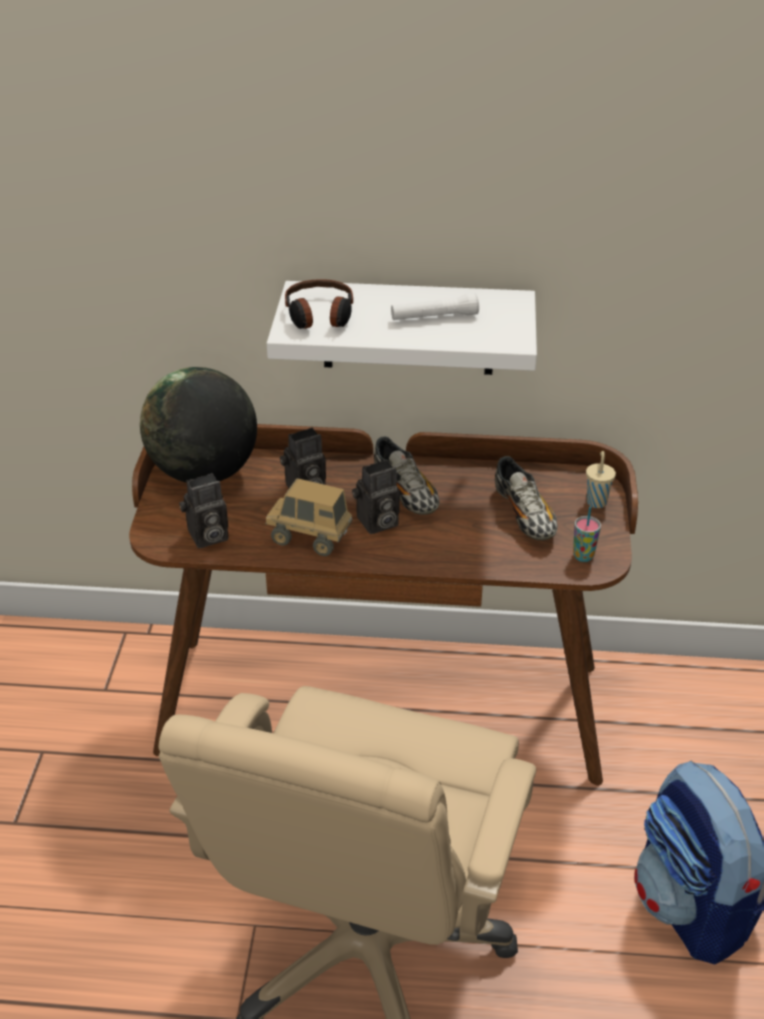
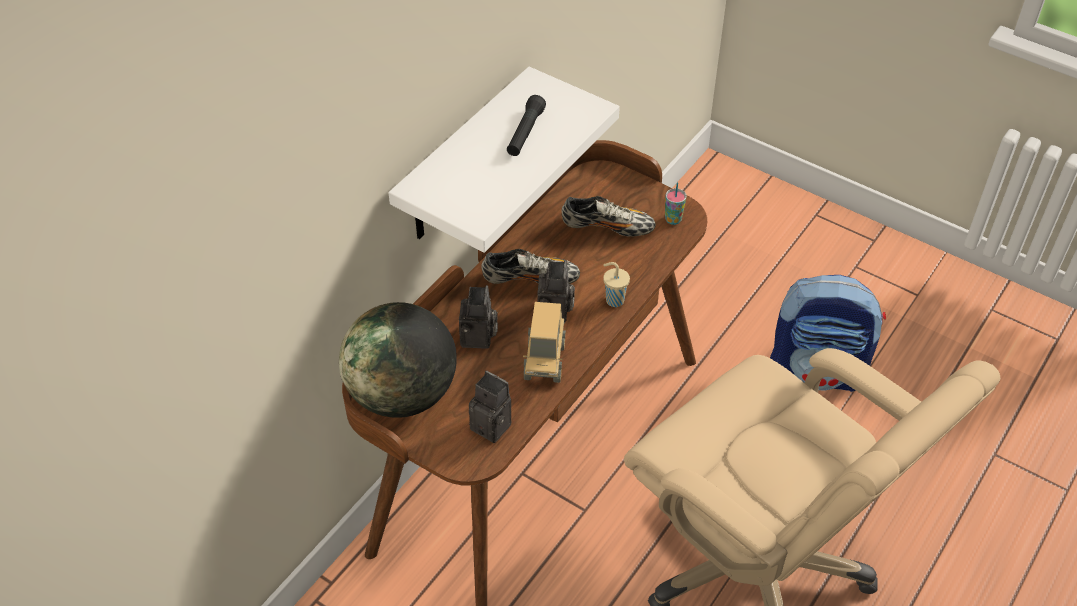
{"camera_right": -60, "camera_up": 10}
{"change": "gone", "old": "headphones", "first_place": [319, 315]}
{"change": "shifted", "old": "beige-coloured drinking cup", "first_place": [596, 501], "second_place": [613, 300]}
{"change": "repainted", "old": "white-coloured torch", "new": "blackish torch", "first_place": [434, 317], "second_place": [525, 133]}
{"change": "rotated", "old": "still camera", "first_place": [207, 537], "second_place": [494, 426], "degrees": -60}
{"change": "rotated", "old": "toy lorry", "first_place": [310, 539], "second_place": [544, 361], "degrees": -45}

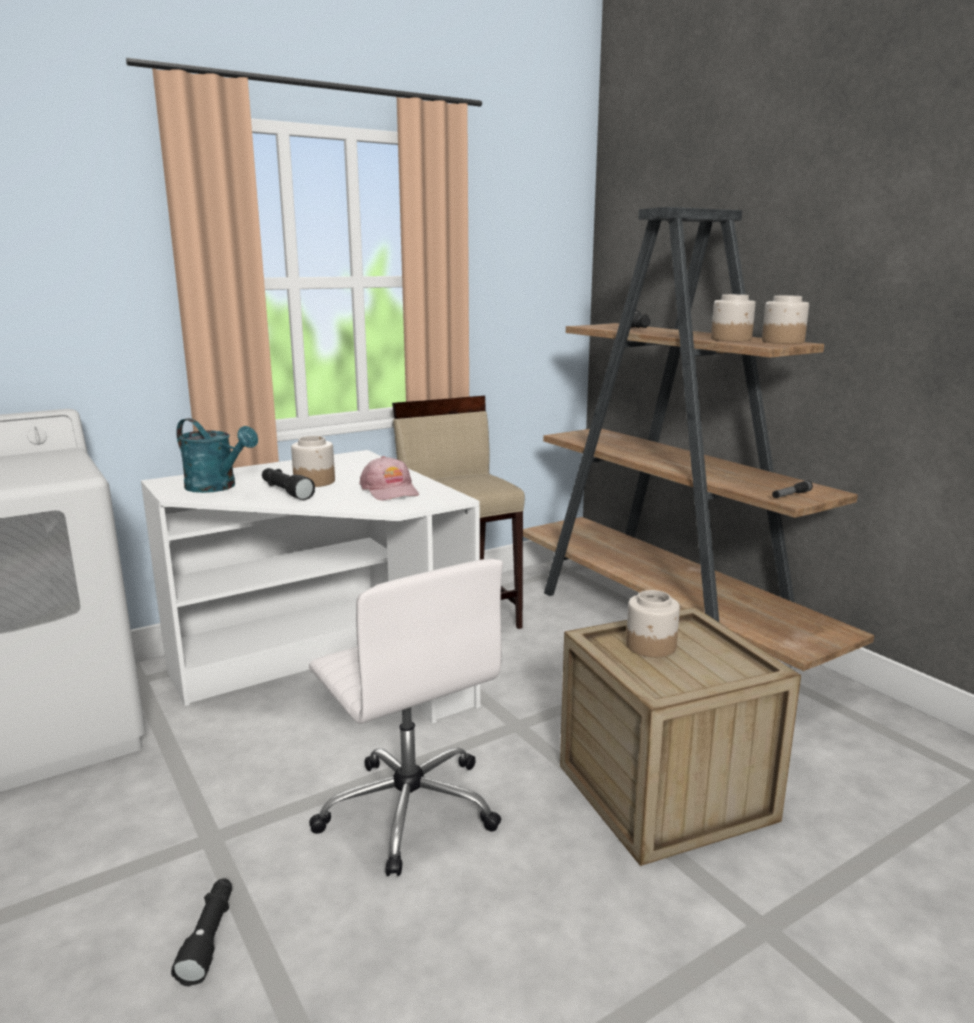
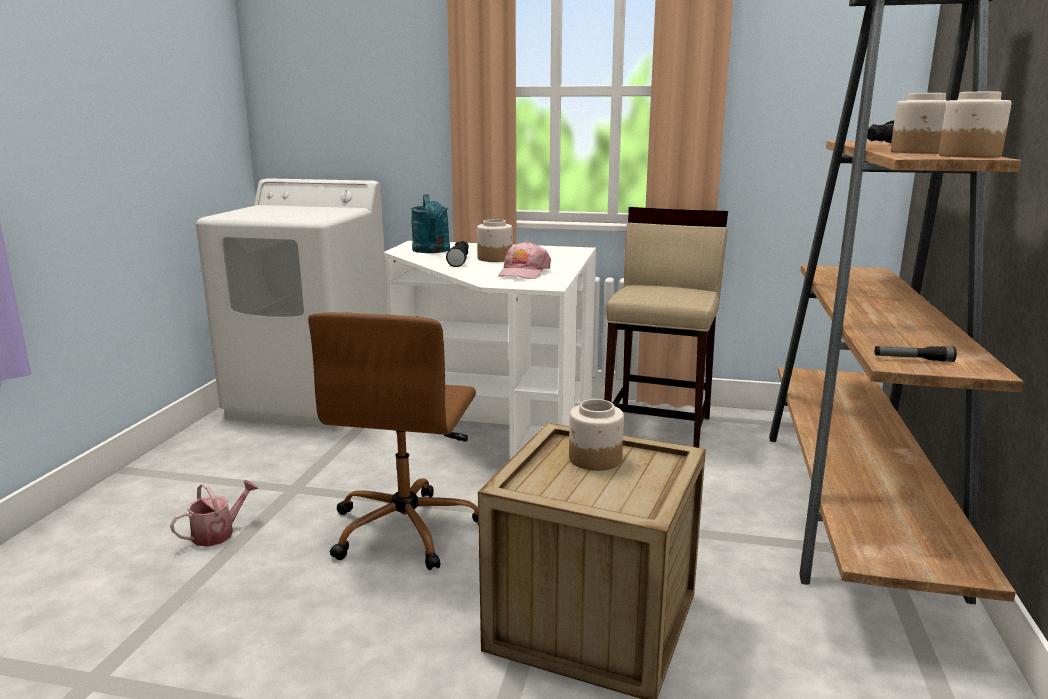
{"camera_right": 45, "camera_up": 0}
{"change": "swapped", "old": "blackish torch", "new": "sprinkling can", "first_place": [209, 938], "second_place": [218, 533]}
{"change": "repainted", "old": "white-coloured office chair", "new": "brownish office chair", "first_place": [408, 808], "second_place": [407, 529]}

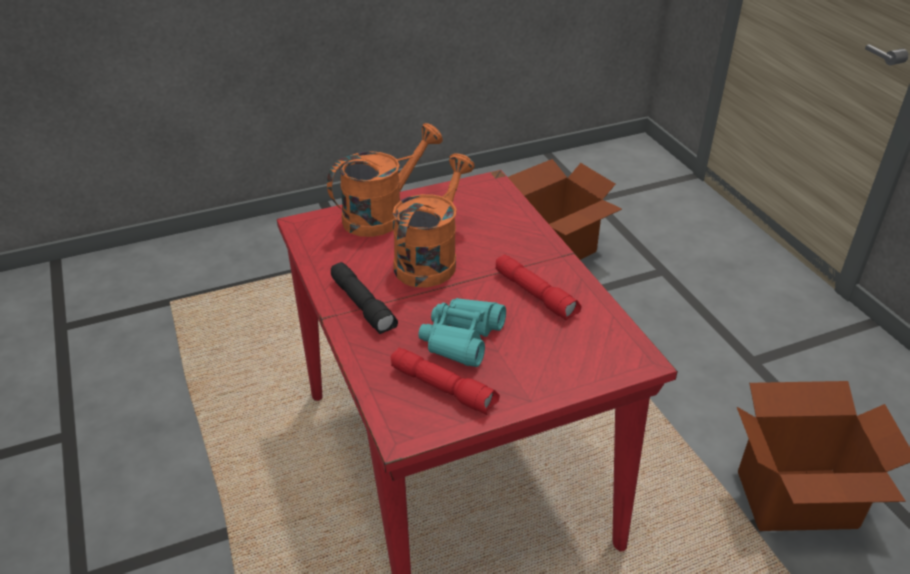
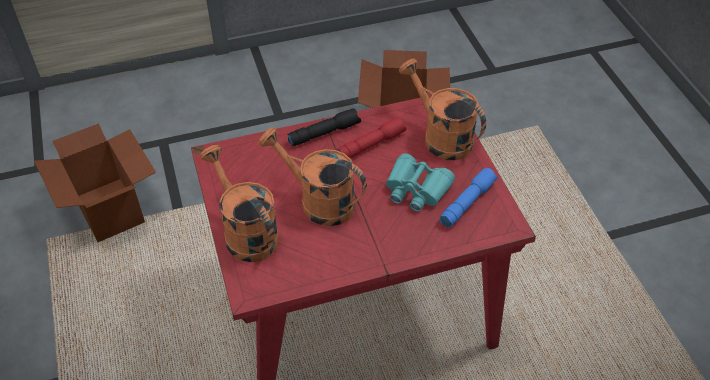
{"camera_right": -85, "camera_up": 10}
{"change": "new", "new": "orange-coloured sprinkling can", "second_place": [441, 137]}
{"change": "shifted", "old": "blackish torch", "first_place": [364, 305], "second_place": [324, 132]}
{"change": "repainted", "old": "red torch", "new": "bluish torch", "first_place": [444, 388], "second_place": [467, 202]}

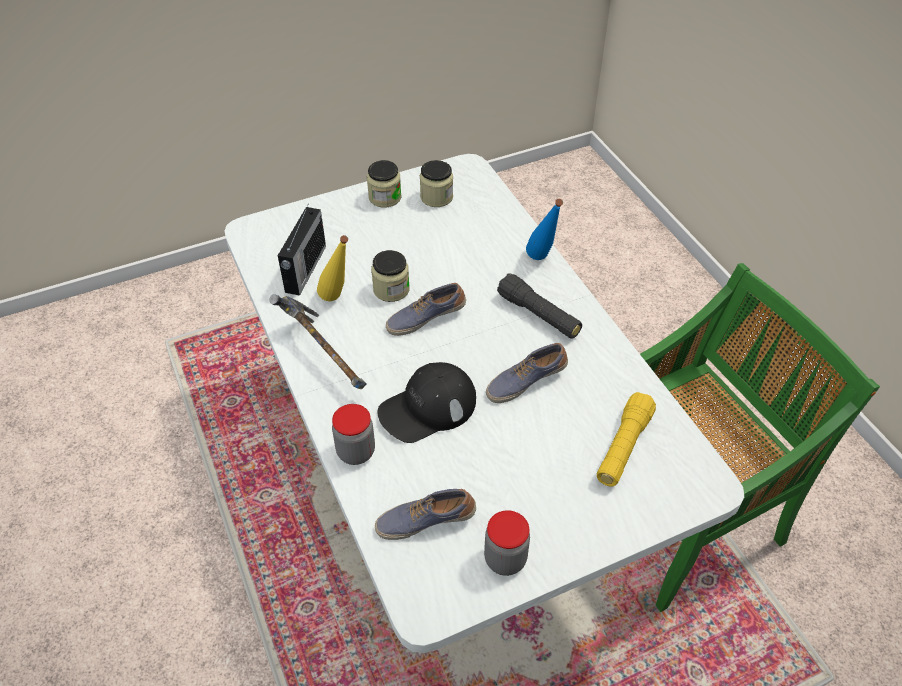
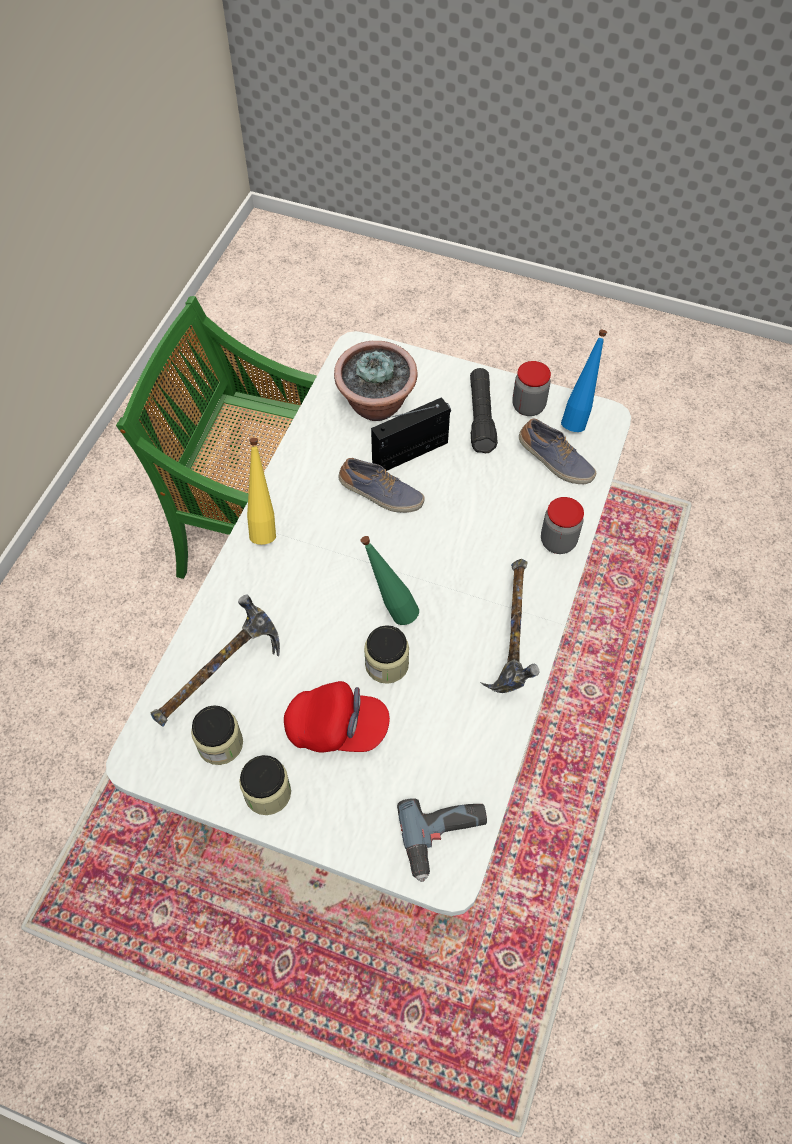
{"camera_right": -135, "camera_up": 10}
{"change": "gone", "old": "blackish baseball cap", "first_place": [427, 408]}
{"change": "new", "new": "hammer", "second_place": [221, 677]}
{"change": "new", "new": "red baseball cap", "second_place": [337, 728]}
{"change": "new", "new": "drill", "second_place": [445, 839]}
{"change": "shifted", "old": "radio set", "first_place": [305, 270], "second_place": [411, 452]}
{"change": "shifted", "old": "yellowish drink bottle", "first_place": [338, 301], "second_place": [264, 526]}
{"change": "shifted", "old": "blackish torch", "first_place": [538, 315], "second_place": [481, 417]}
{"change": "shifted", "old": "bluish drink bottle", "first_place": [542, 262], "second_place": [577, 418]}
{"change": "swapped", "old": "shoe", "new": "green drink bottle", "first_place": [425, 318], "second_place": [390, 609]}
{"change": "swapped", "old": "yellowish torch", "new": "potted plant", "first_place": [623, 447], "second_place": [376, 406]}

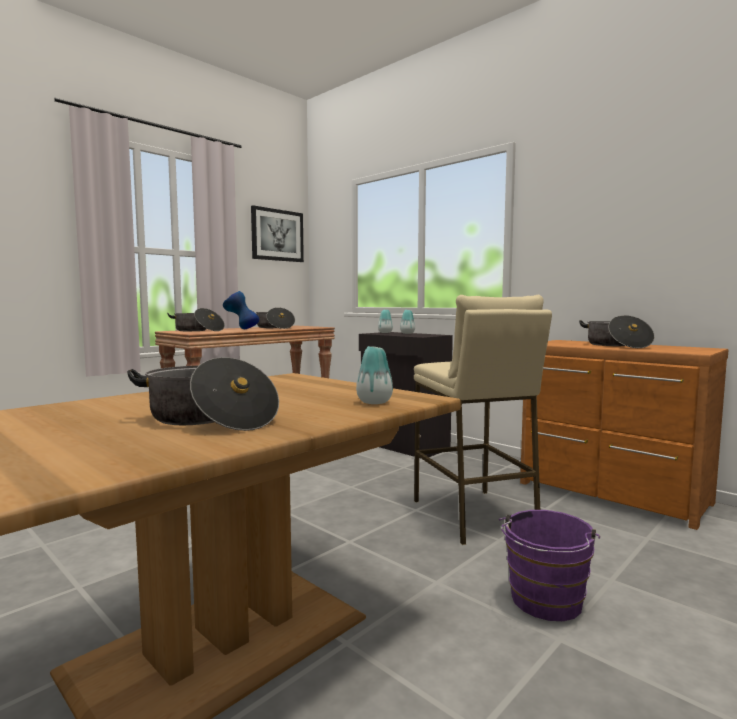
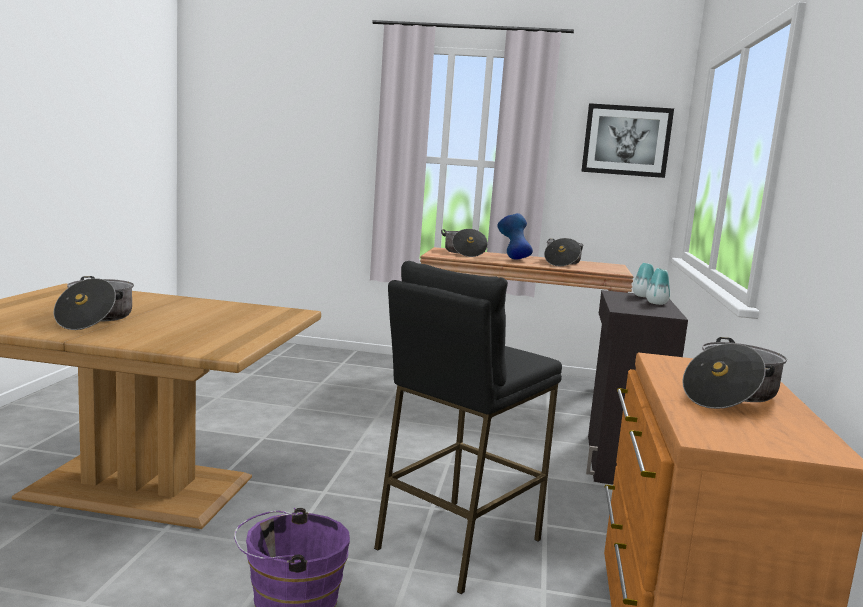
{"camera_right": 55, "camera_up": 5}
{"change": "gone", "old": "decorative vase", "first_place": [374, 402]}
{"change": "repainted", "old": "beige-coloured stool seat", "new": "blackish stool seat", "first_place": [473, 516], "second_place": [456, 543]}

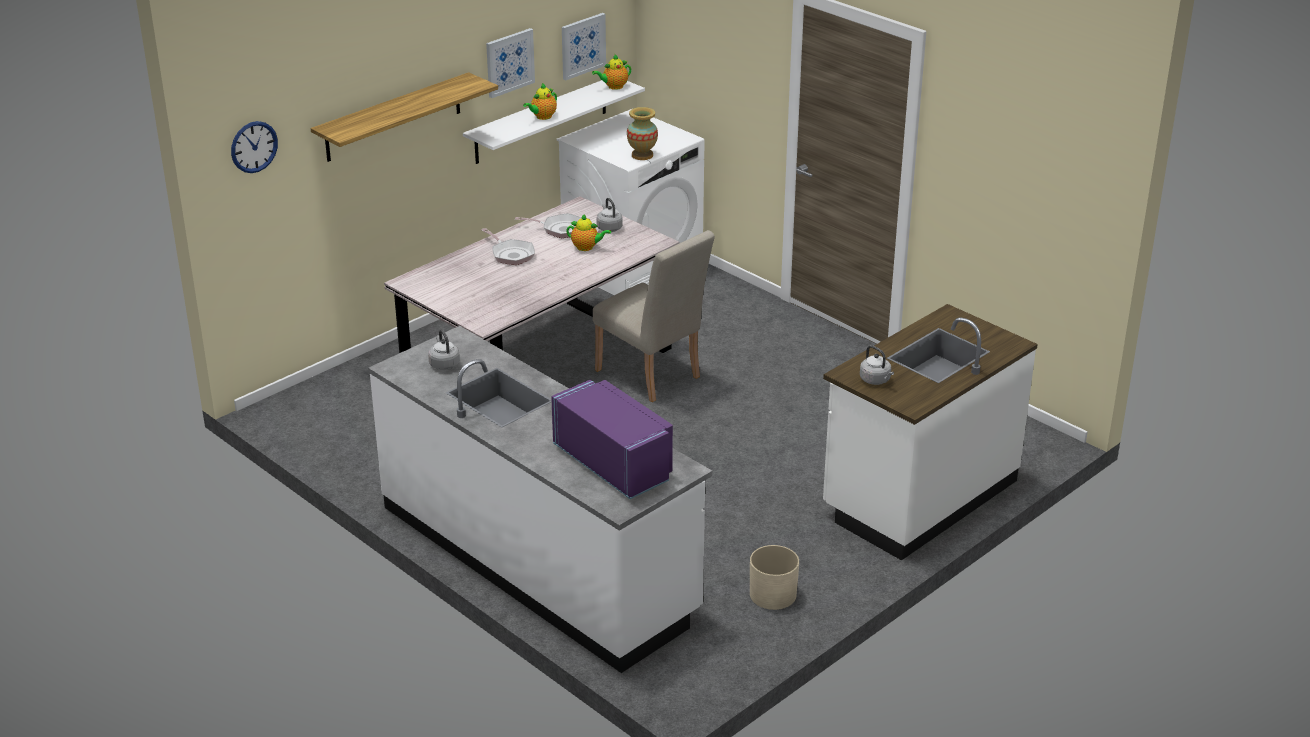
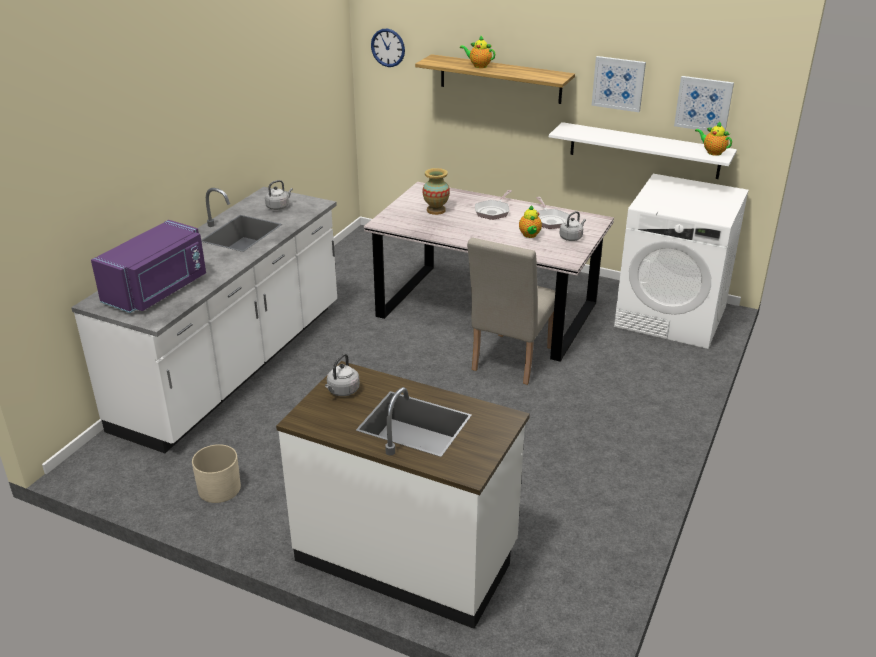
{"camera_right": 70, "camera_up": 0}
{"change": "shifted", "old": "tea pot", "first_place": [542, 117], "second_place": [478, 66]}
{"change": "shifted", "old": "decorative vase", "first_place": [642, 155], "second_place": [436, 210]}

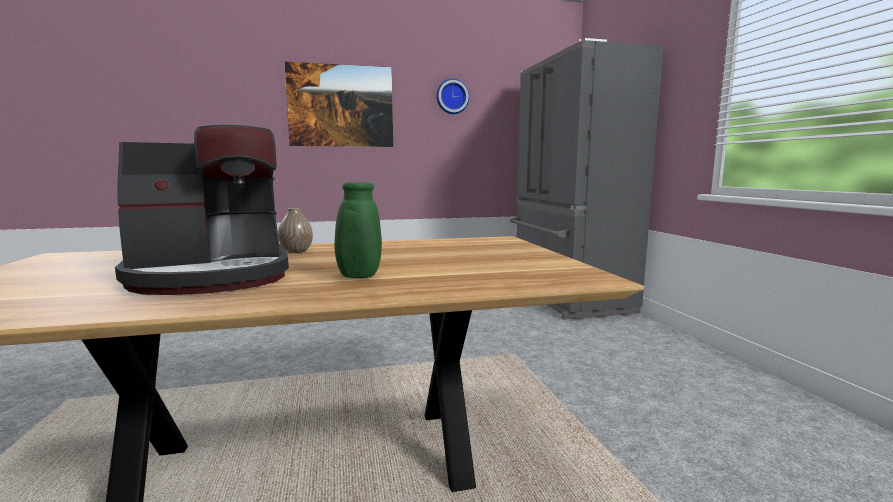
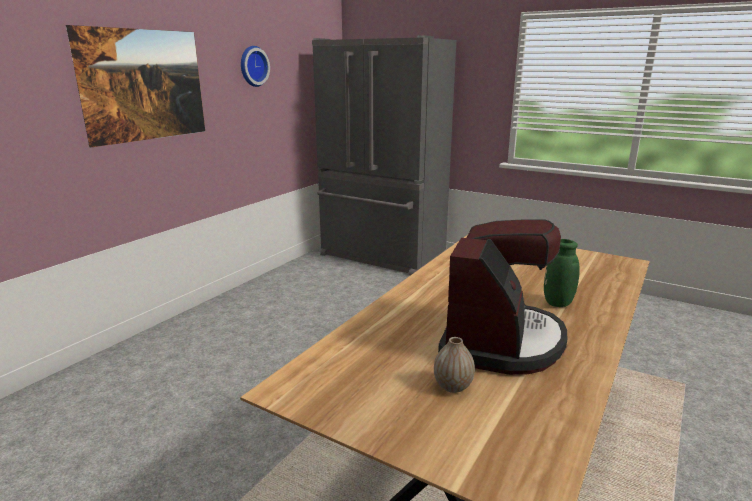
{"camera_right": -45, "camera_up": 10}
{"change": "shifted", "old": "decorative vase", "first_place": [296, 251], "second_place": [452, 386]}

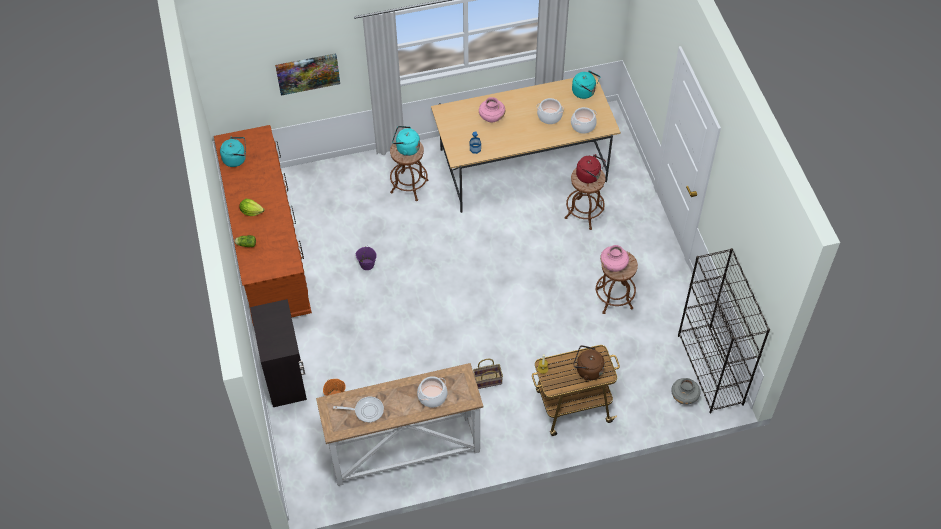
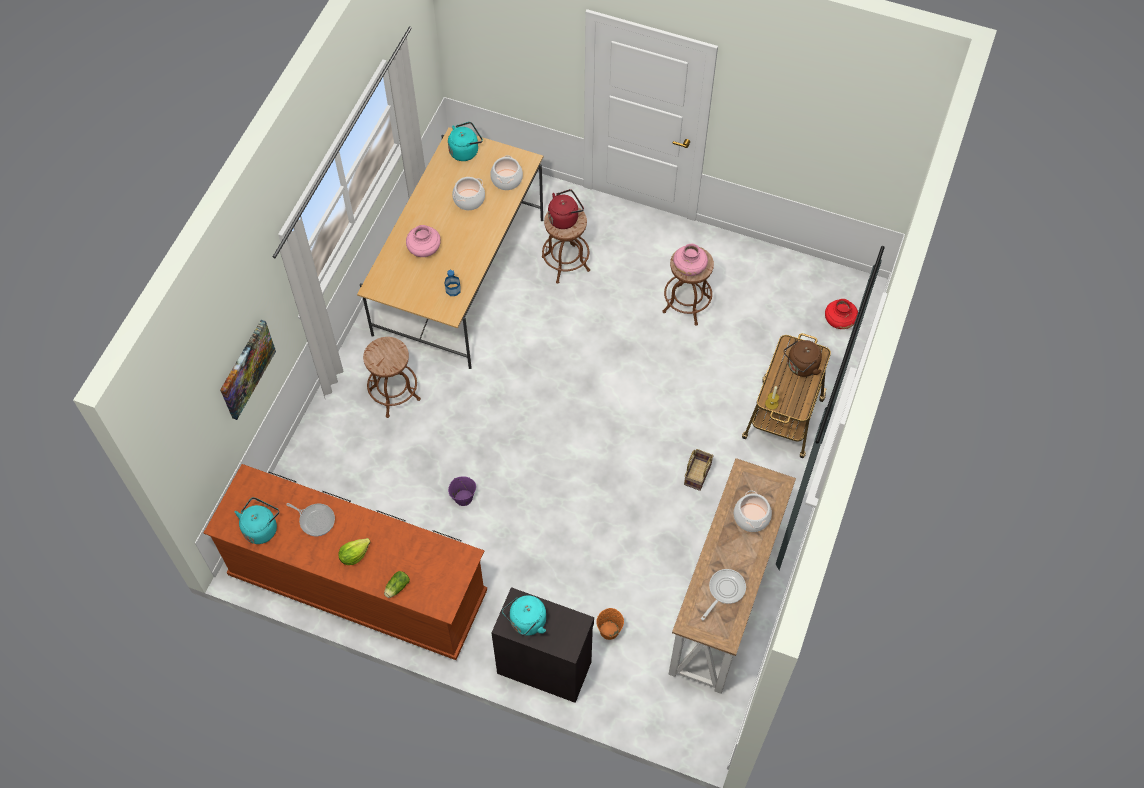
{"camera_right": -55, "camera_up": 5}
{"change": "gone", "old": "blackish bookshelf", "first_place": [710, 370]}
{"change": "new", "new": "skillet", "second_place": [315, 520]}
{"change": "shifted", "old": "turquoise tea kettle", "first_place": [406, 148], "second_place": [526, 623]}
{"change": "repainted", "old": "grey decorative vase", "new": "red decorative vase", "first_place": [684, 396], "second_place": [839, 321]}

